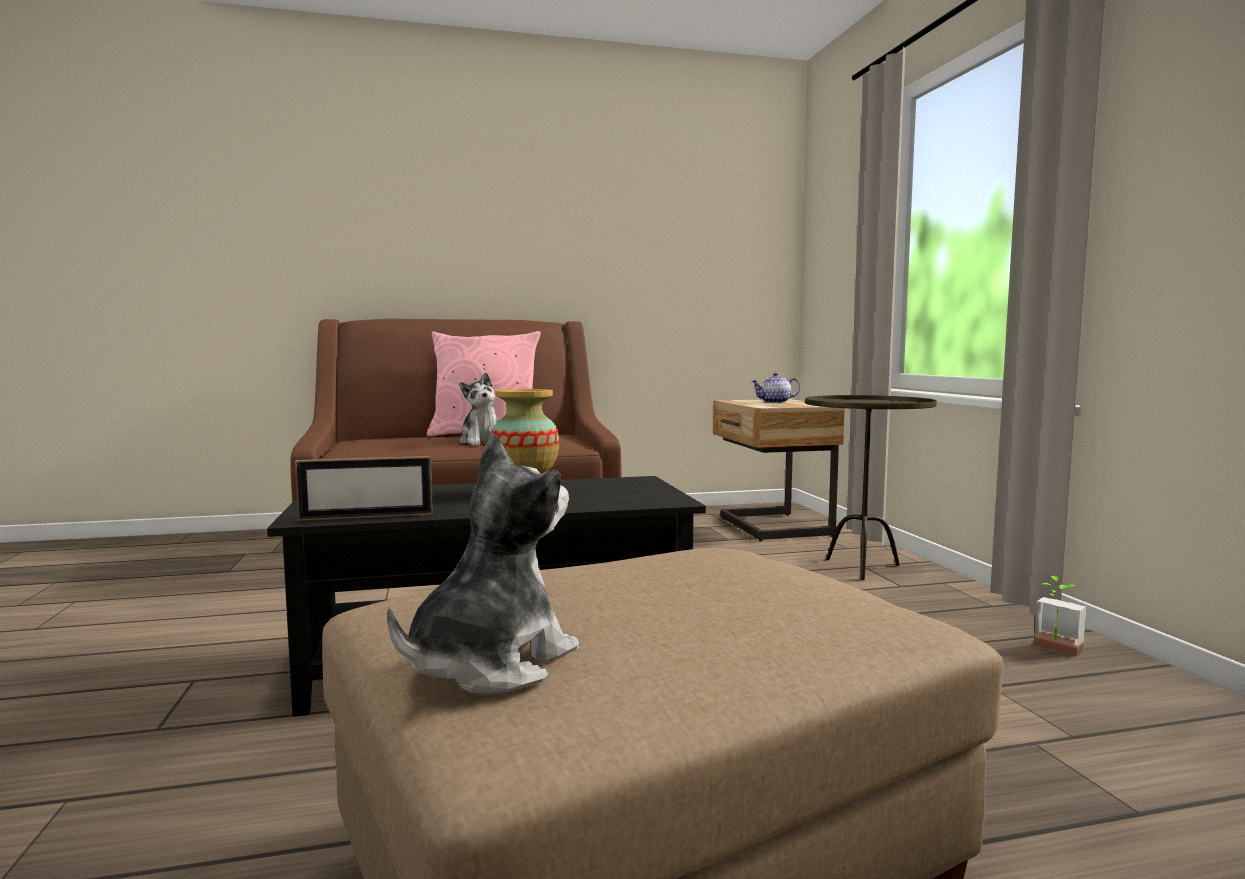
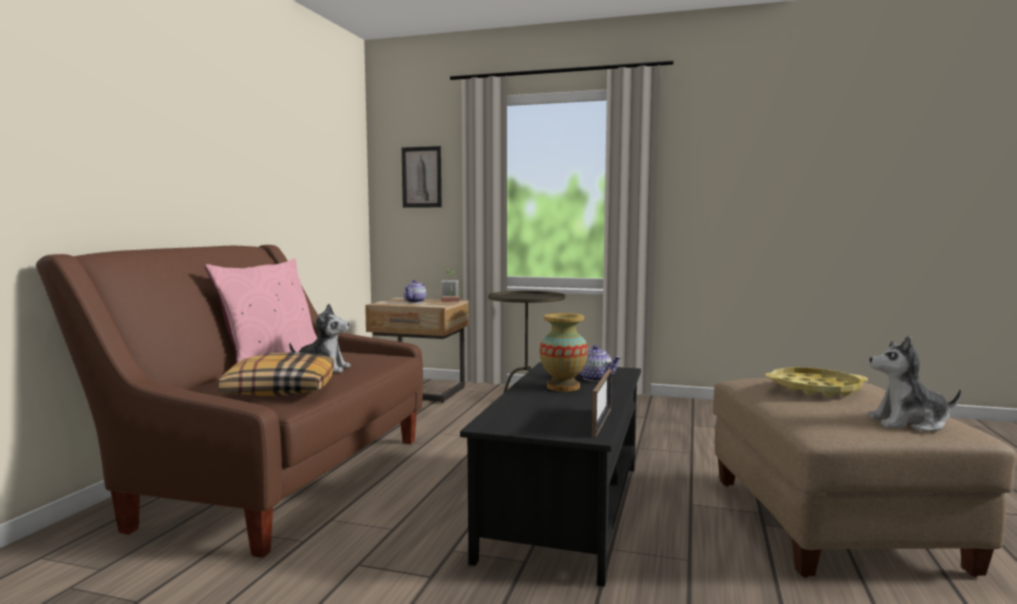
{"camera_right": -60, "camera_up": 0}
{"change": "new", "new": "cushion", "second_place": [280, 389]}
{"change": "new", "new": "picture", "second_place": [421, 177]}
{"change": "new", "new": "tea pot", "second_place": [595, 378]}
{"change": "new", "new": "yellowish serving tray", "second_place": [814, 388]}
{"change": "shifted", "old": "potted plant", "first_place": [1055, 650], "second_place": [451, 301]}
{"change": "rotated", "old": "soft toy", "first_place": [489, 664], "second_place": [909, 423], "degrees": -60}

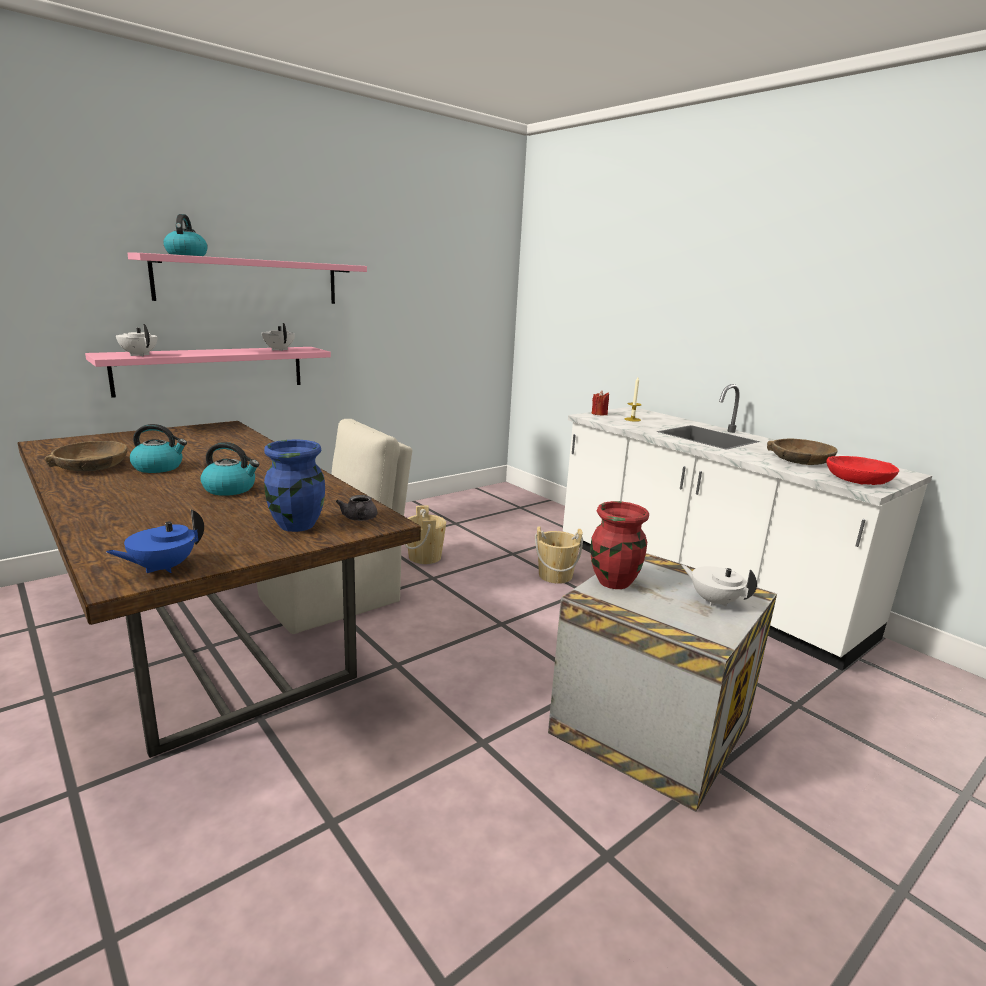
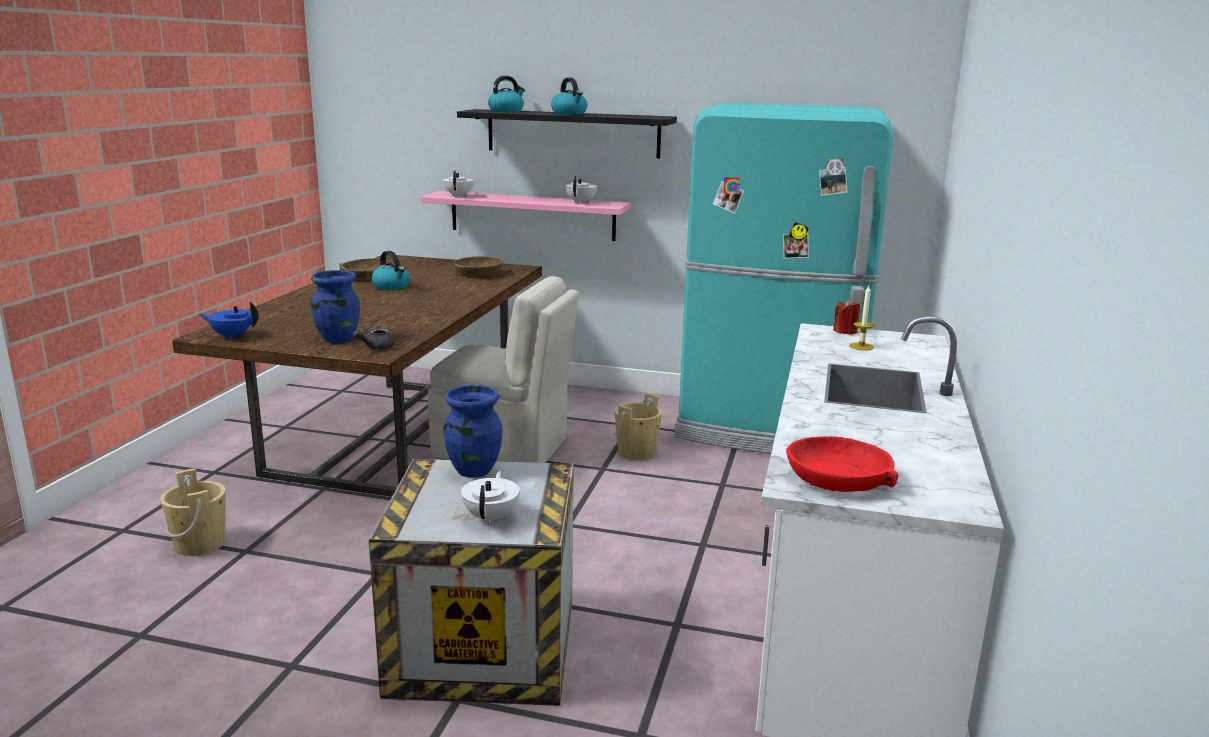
{"camera_right": 55, "camera_up": 0}
{"change": "new", "new": "turquoise fridge", "second_place": [768, 429]}
{"change": "shifted", "old": "tea kettle", "first_place": [230, 489], "second_place": [569, 113]}
{"change": "shifted", "old": "beige-coloured bucket", "first_place": [555, 575], "second_place": [200, 544]}
{"change": "shifted", "old": "brownish serving bowl", "first_place": [800, 460], "second_place": [478, 273]}
{"change": "repainted", "old": "pinkish wall shelf", "new": "blackish wall shelf", "first_place": [249, 281], "second_place": [573, 133]}
{"change": "repainted", "old": "red decorative vase", "new": "bluish decorative vase", "first_place": [613, 582], "second_place": [473, 470]}

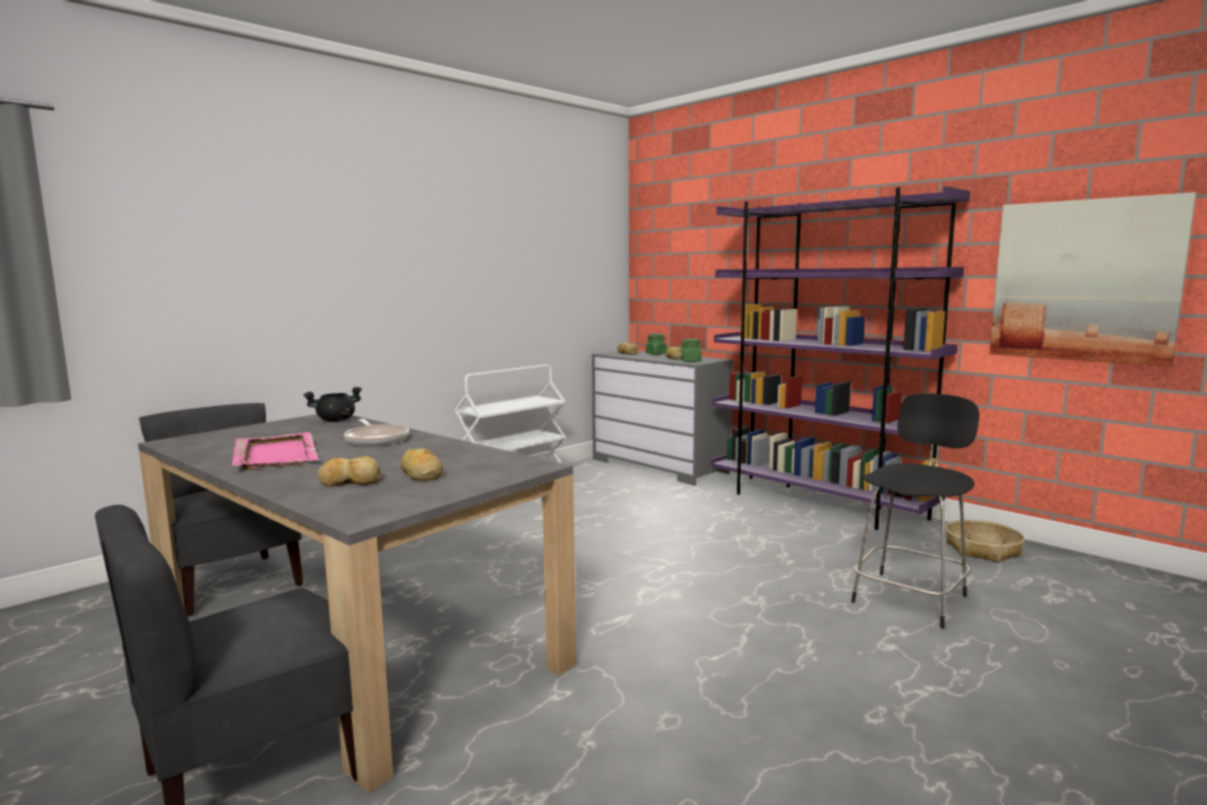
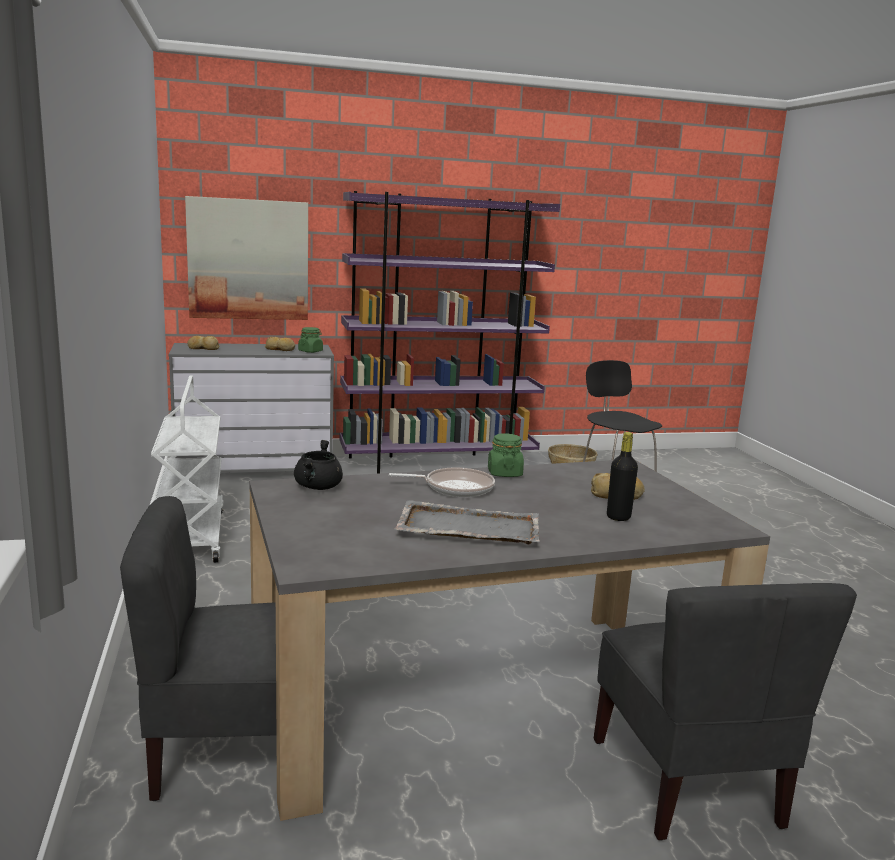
{"camera_right": -60, "camera_up": 5}
{"change": "shifted", "old": "green preserve jar", "first_place": [656, 354], "second_place": [504, 473]}
{"change": "shifted", "old": "picture", "first_place": [1084, 281], "second_place": [248, 259]}
{"change": "swapped", "old": "bread", "new": "blackish drink bottle", "first_place": [350, 481], "second_place": [618, 517]}
{"change": "repainted", "old": "pinkish serving tray", "new": "grey serving tray", "first_place": [276, 454], "second_place": [467, 527]}

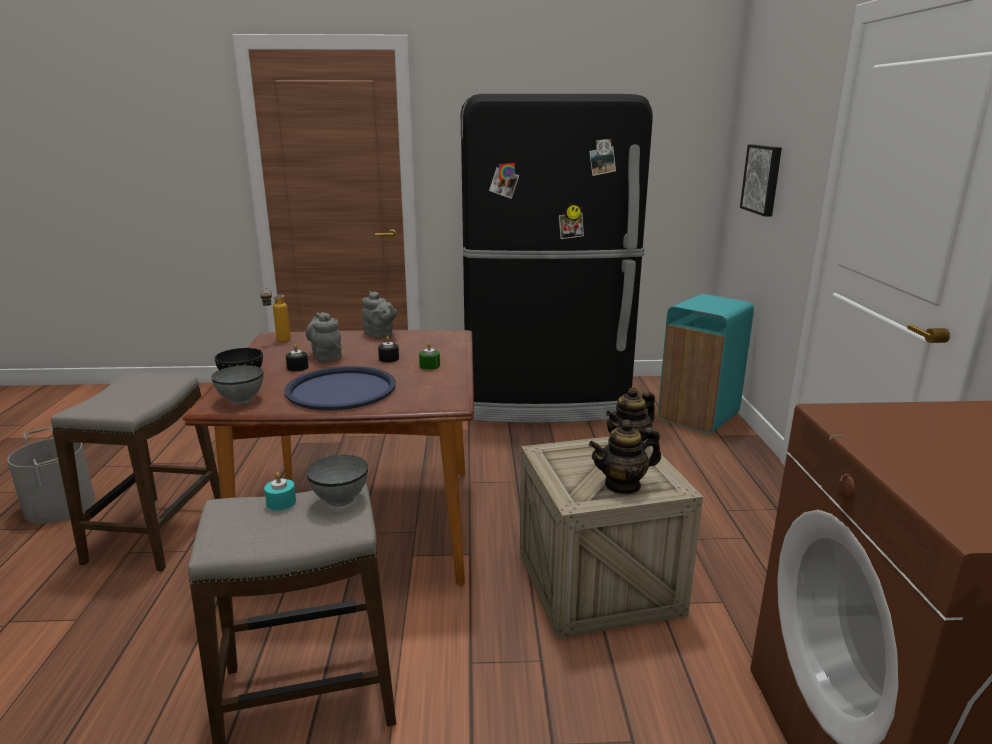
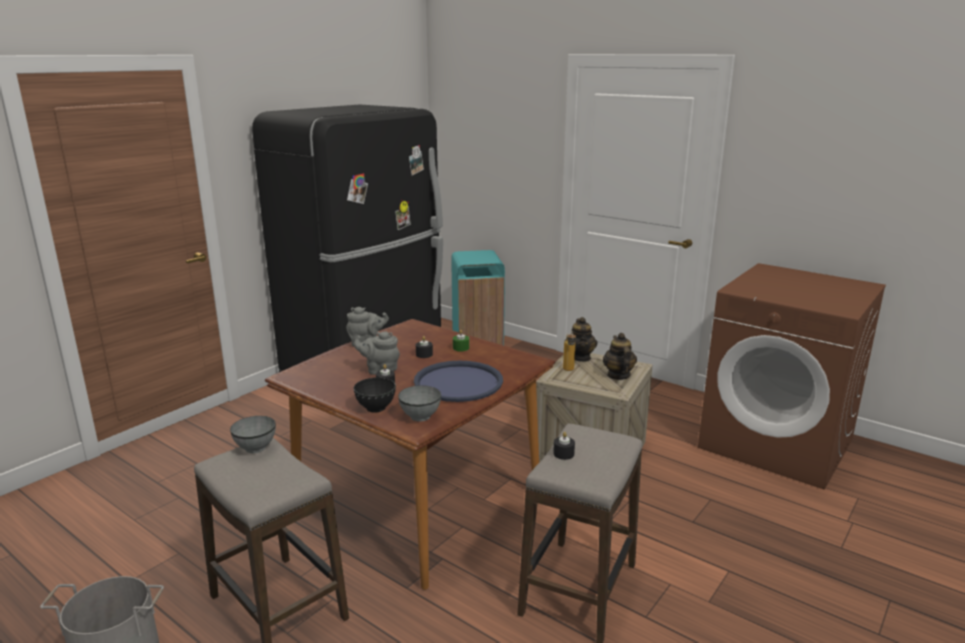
{"camera_right": -50, "camera_up": 0}
{"change": "gone", "old": "picture", "first_place": [763, 179]}
{"change": "shifted", "old": "drink bottle", "first_place": [278, 341], "second_place": [569, 371]}
{"change": "shifted", "old": "grey serving bowl", "first_place": [340, 498], "second_place": [255, 447]}
{"change": "repainted", "old": "turquoise candle", "new": "blackish candle", "first_place": [281, 502], "second_place": [563, 454]}
{"change": "rotated", "old": "tea pot", "first_place": [623, 485], "second_place": [618, 375], "degrees": 150}

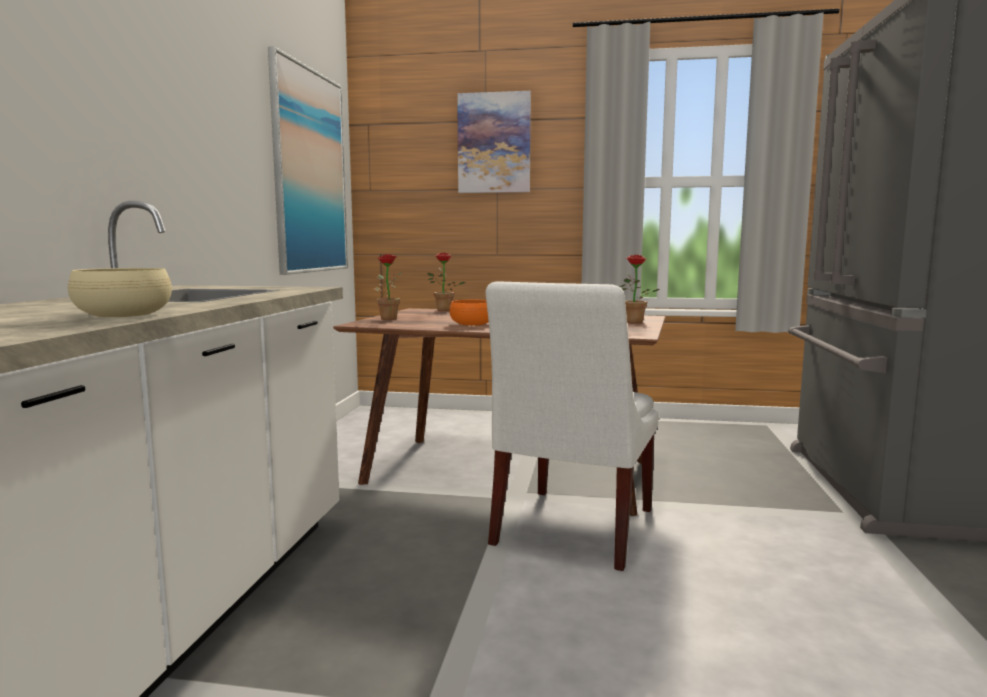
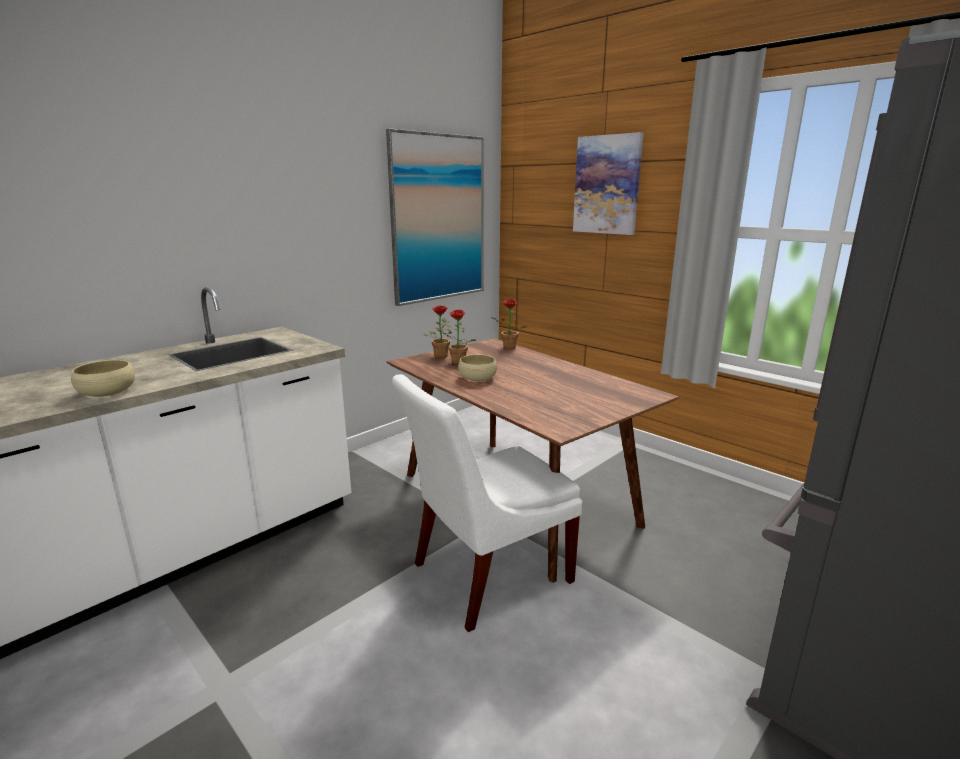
{"camera_right": 35, "camera_up": 10}
{"change": "shifted", "old": "potted plant", "first_place": [634, 323], "second_place": [456, 363]}
{"change": "repainted", "old": "orange-coloured serving bowl", "new": "beige-coloured serving bowl", "first_place": [472, 324], "second_place": [477, 378]}

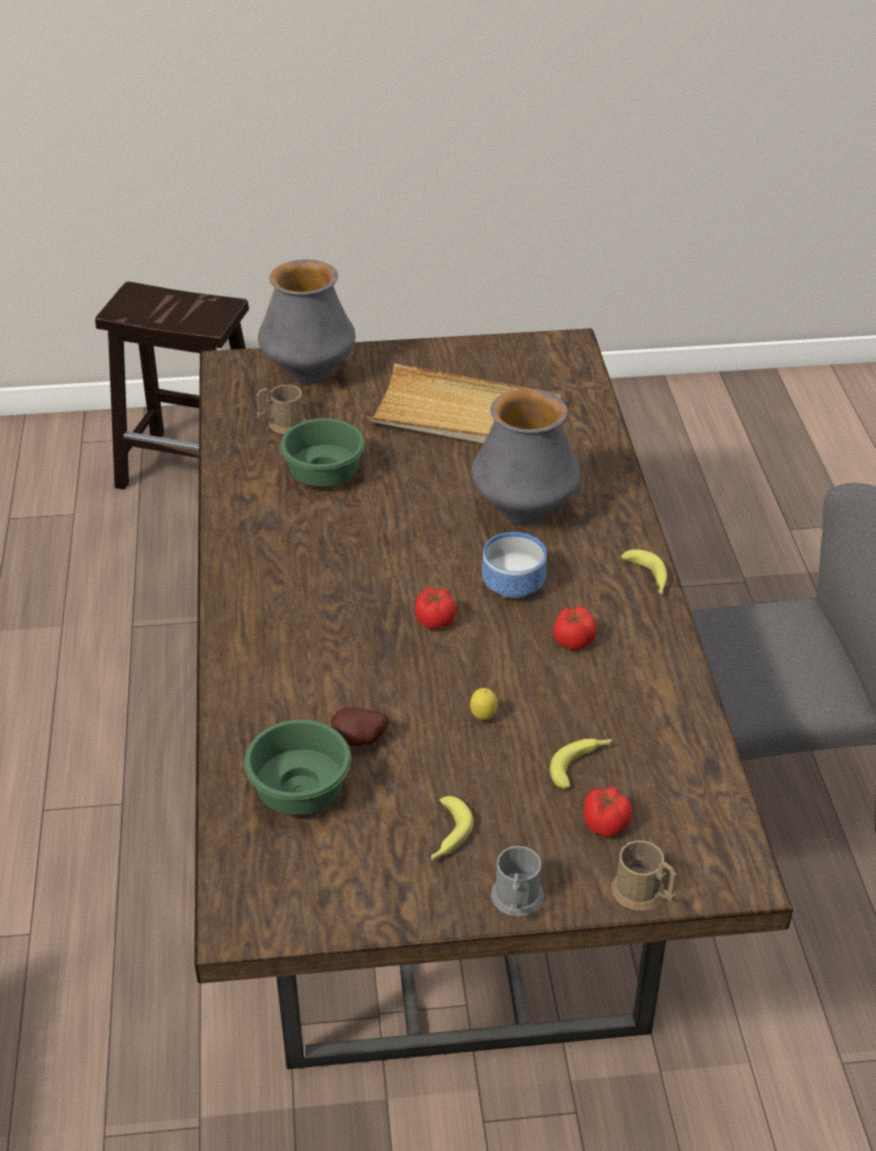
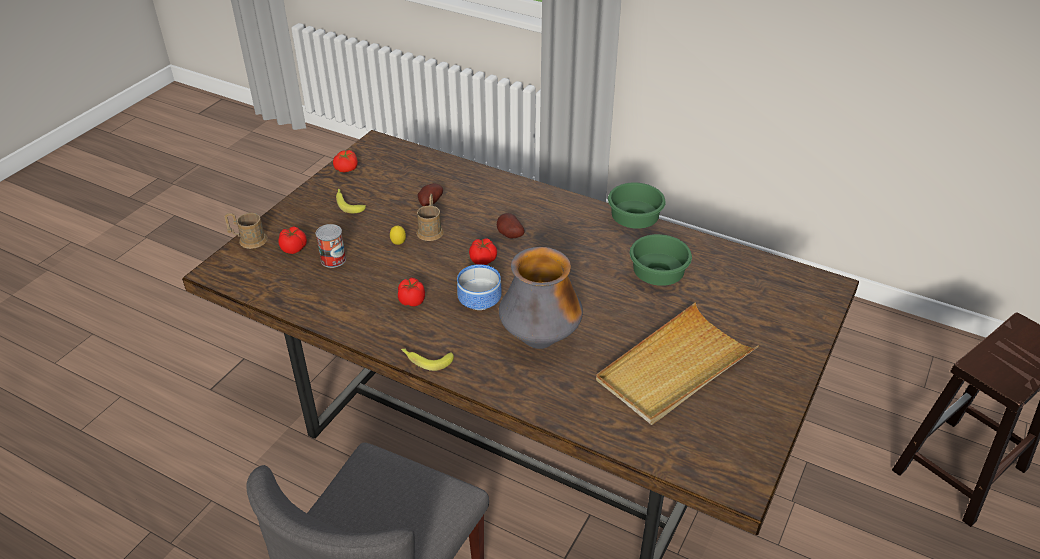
{"camera_right": 125, "camera_up": 0}
{"change": "gone", "old": "decorative vase", "first_place": [309, 376]}
{"change": "gone", "old": "grey coffee mug", "first_place": [516, 901]}
{"change": "new", "new": "fresh tomato", "second_place": [347, 168]}
{"change": "new", "new": "potato", "second_place": [509, 235]}
{"change": "shifted", "old": "green serving bowl", "first_place": [301, 794], "second_place": [632, 220]}
{"change": "shifted", "old": "brownish coffee mug", "first_place": [282, 424], "second_place": [430, 229]}
{"change": "swapped", "old": "banana", "new": "sealed can", "first_place": [581, 764], "second_place": [333, 259]}

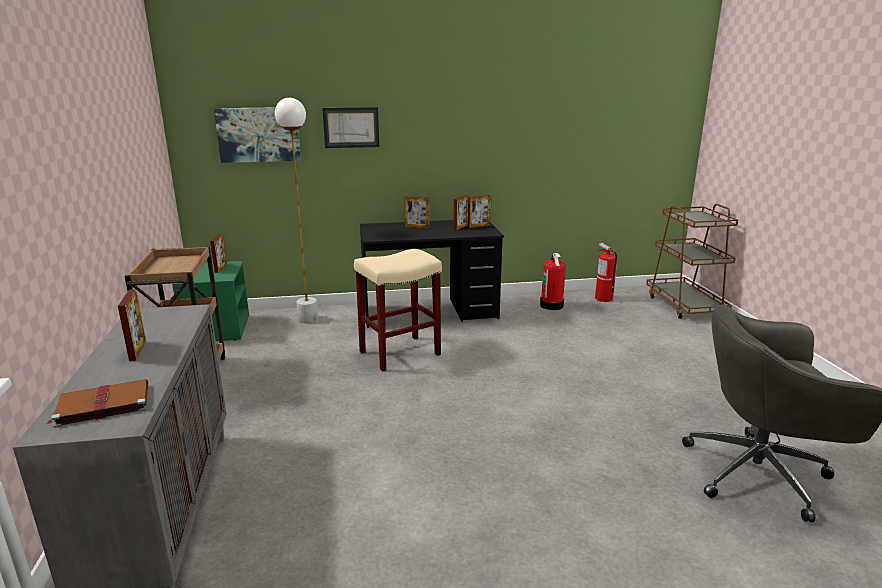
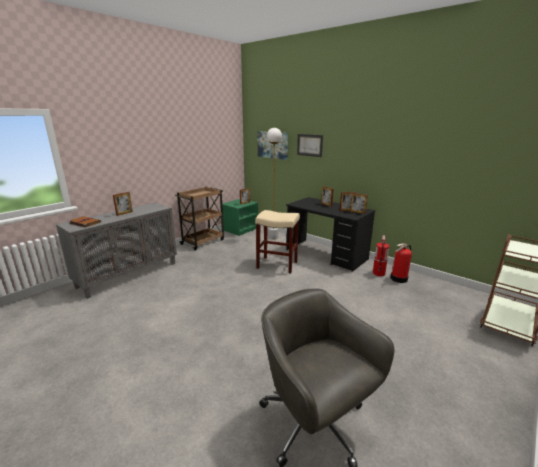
{"camera_right": 50, "camera_up": 0}
{"change": "shifted", "old": "fire-fighting cylinder", "first_place": [603, 298], "second_place": [378, 273]}

